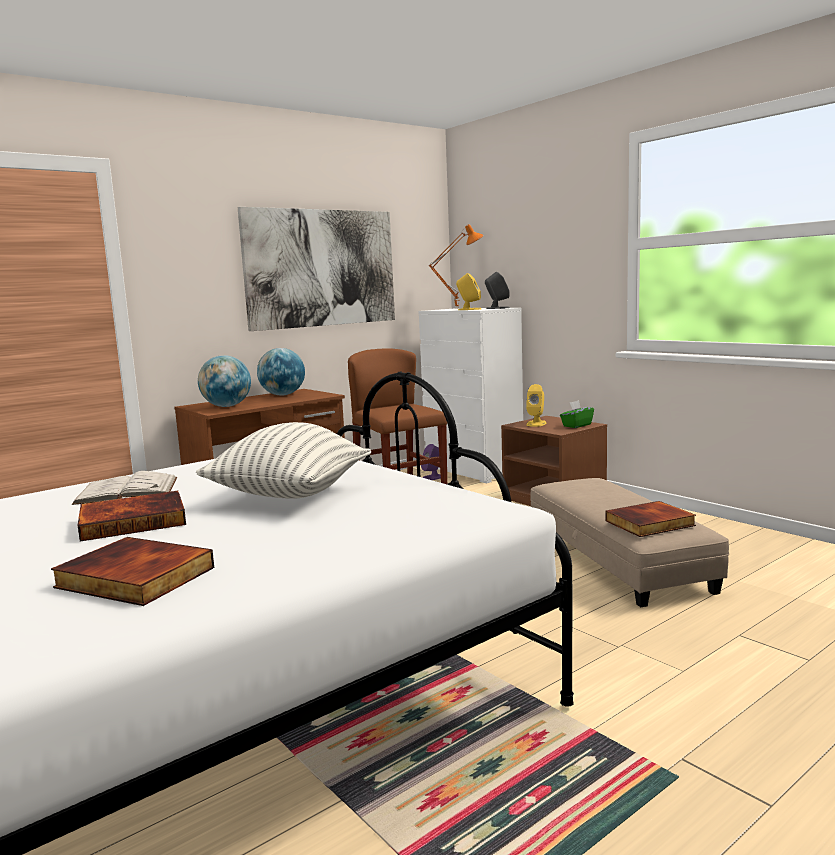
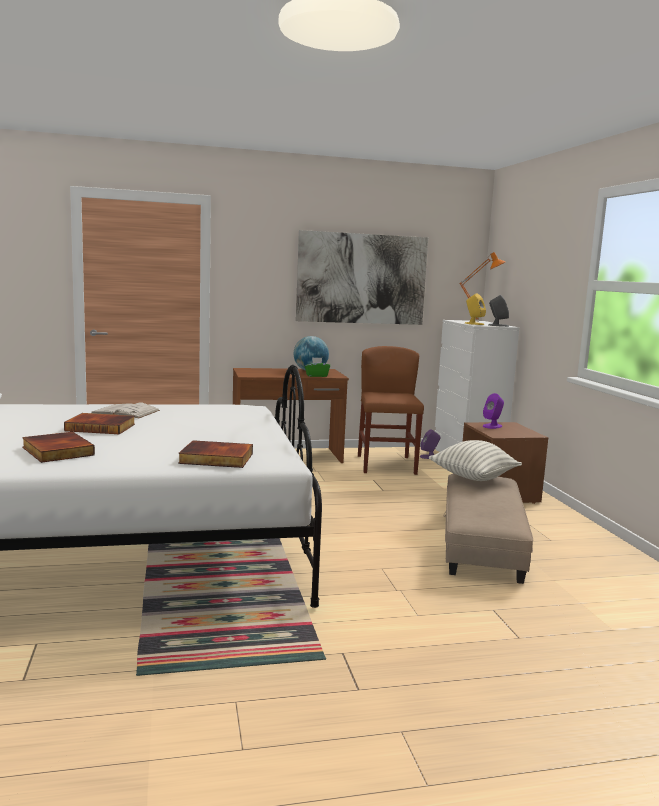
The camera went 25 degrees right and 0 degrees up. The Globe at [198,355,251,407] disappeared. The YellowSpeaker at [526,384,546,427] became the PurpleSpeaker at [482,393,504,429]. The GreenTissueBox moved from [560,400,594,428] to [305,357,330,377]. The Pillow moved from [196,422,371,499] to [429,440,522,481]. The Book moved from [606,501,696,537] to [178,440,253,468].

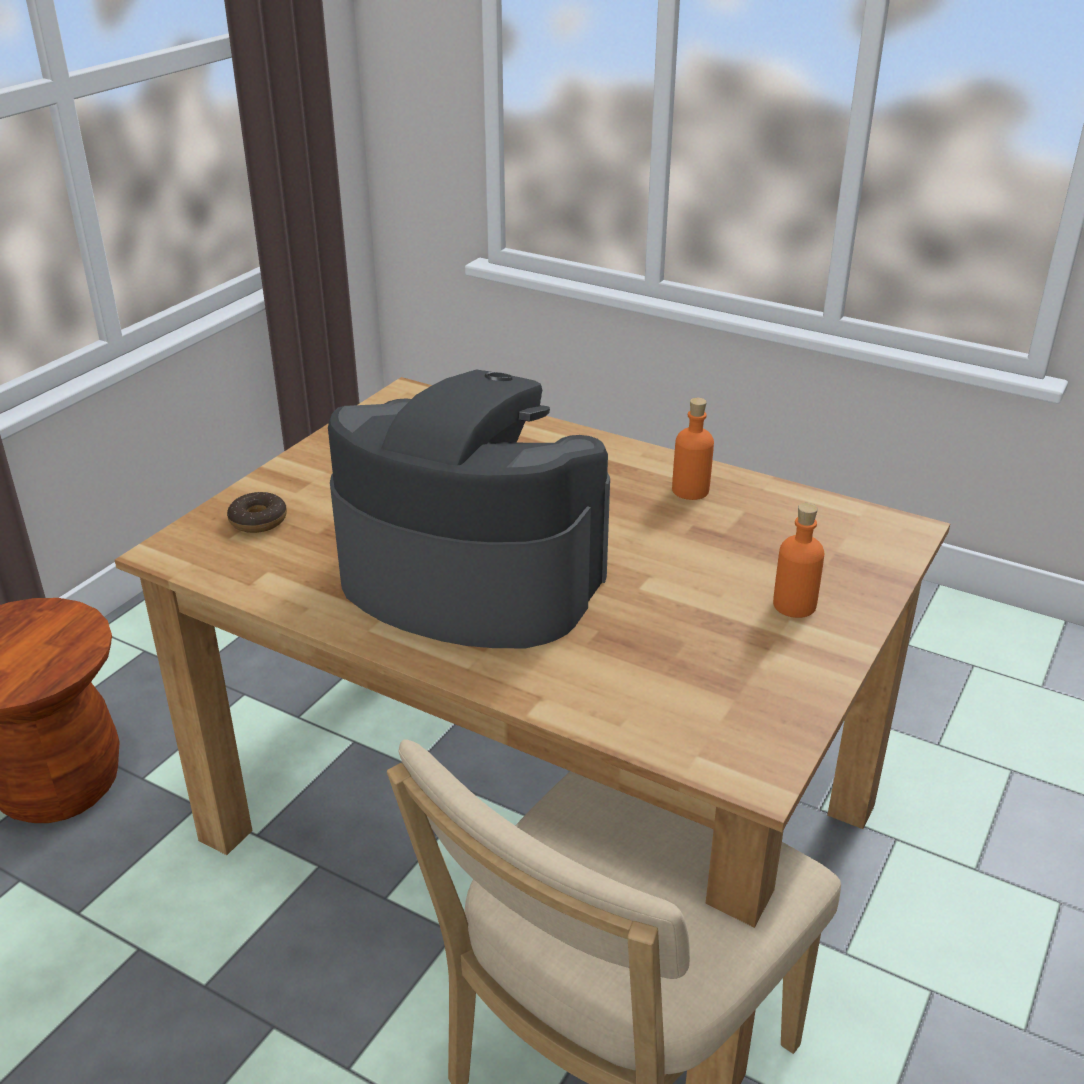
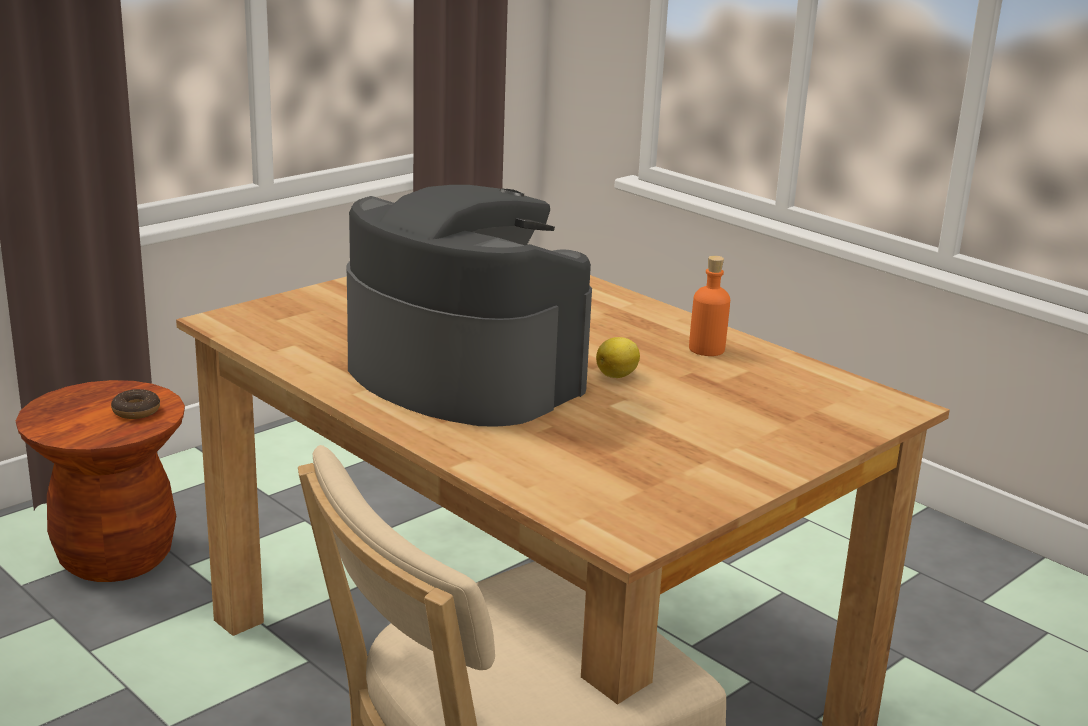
The camera went 15 degrees right and 10 degrees down. The Donut moved from [227,492,287,533] to [111,389,160,419]. The OrangeBottle at [773,503,825,618] disappeared. The Lemon at [596,337,640,378] appeared.

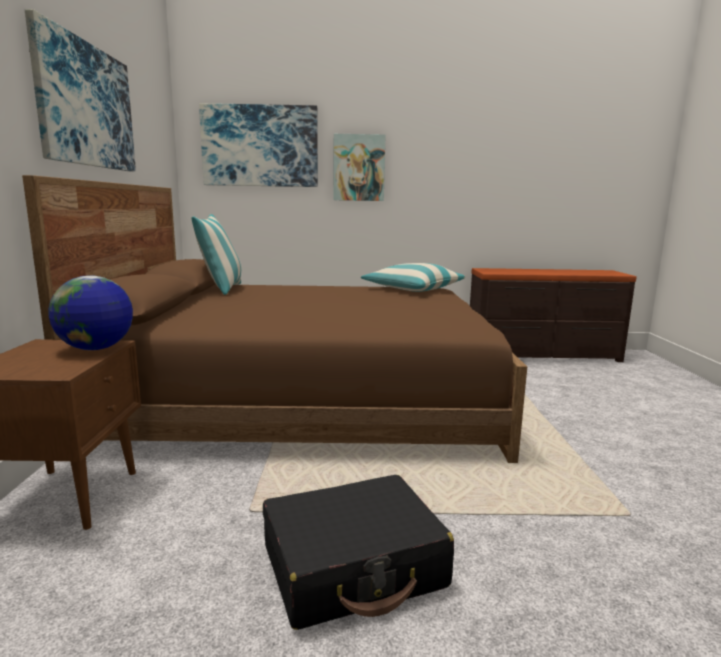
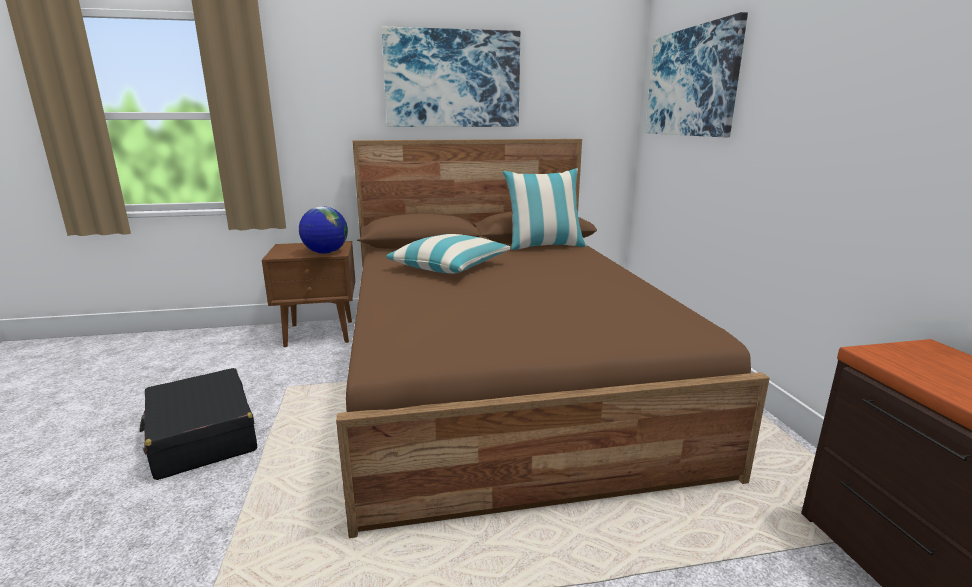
The camera went 80 degrees right and 5 degrees up. The Picture at [333,134,386,201] disappeared. The Pillow moved from [361,263,465,292] to [386,234,511,274].

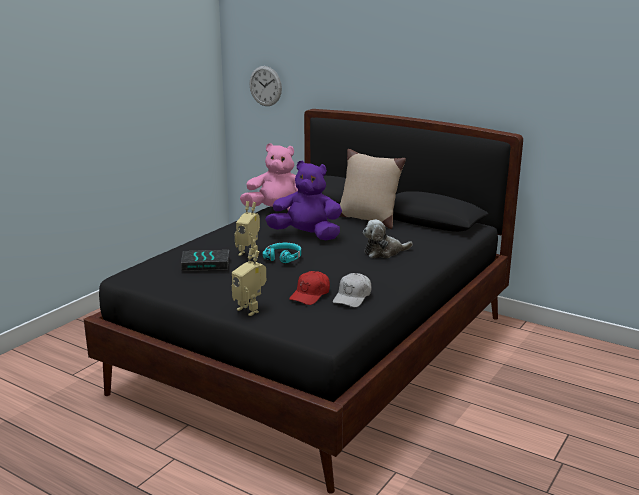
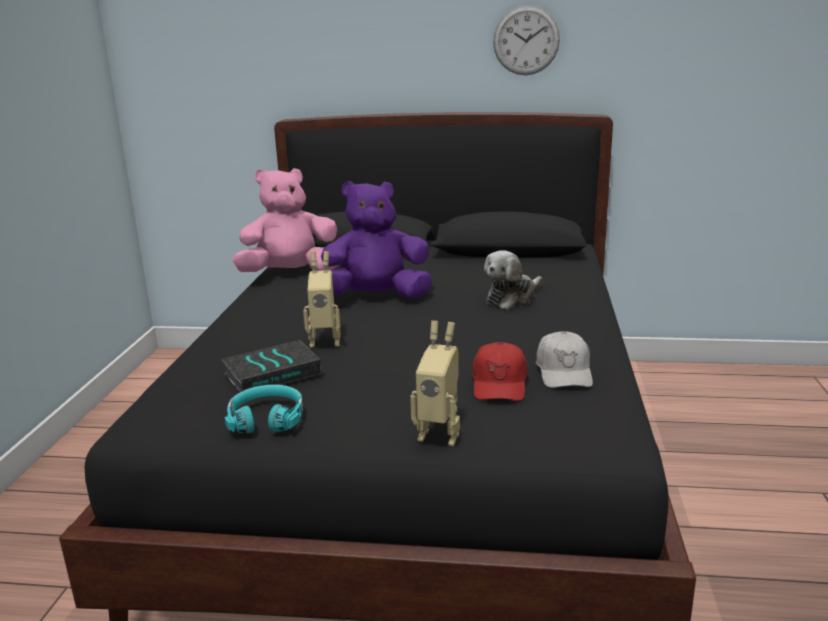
The camera went 25 degrees left and 0 degrees up. The WallClock moved from [249,66,282,106] to [493,5,560,75]. The BeigePillow at [340,149,406,229] disappeared. The TurquoiseHeadphones moved from [263,243,301,263] to [225,385,303,433].

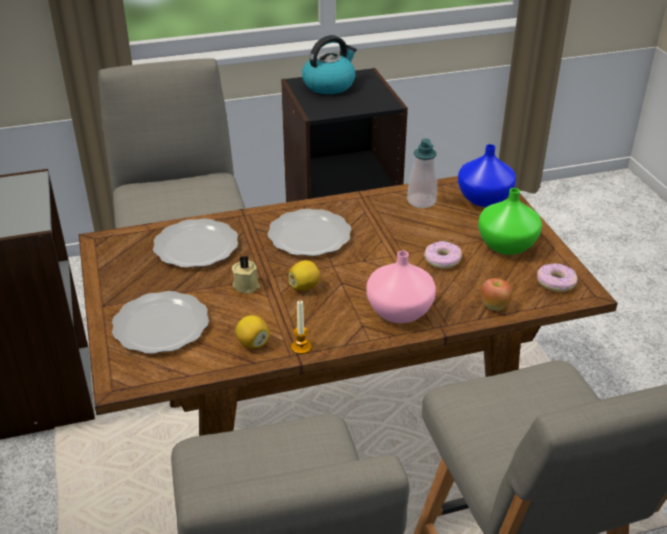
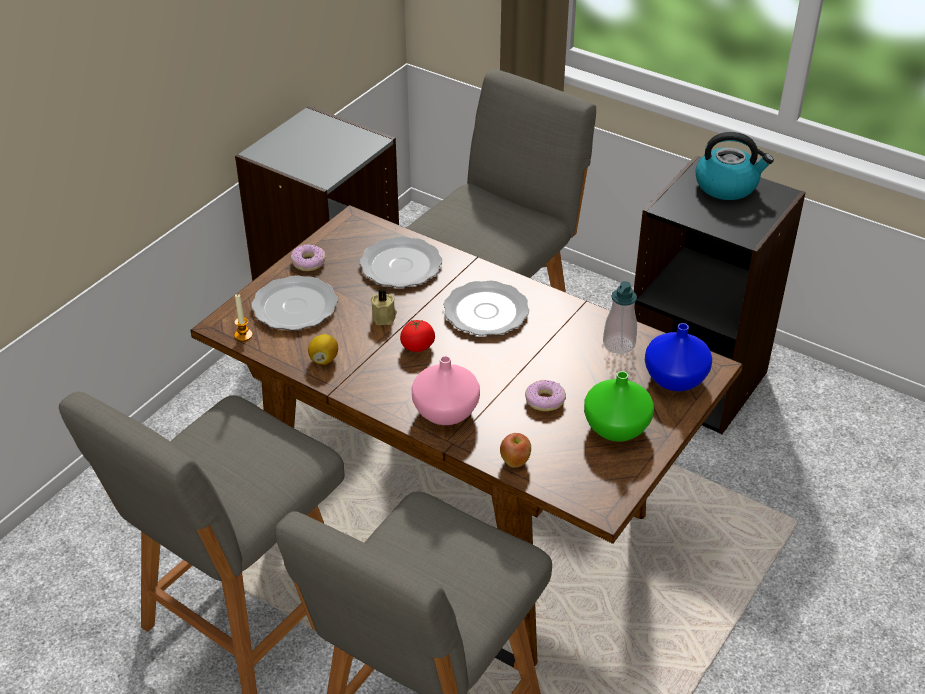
The camera went 50 degrees right and 5 degrees up. The Lemon at [288,260,320,291] was replaced by the Tomato at [400,319,435,352]. The Donut moved from [537,263,577,292] to [290,244,326,271]. The Candle moved from [291,301,312,354] to [234,294,253,341].

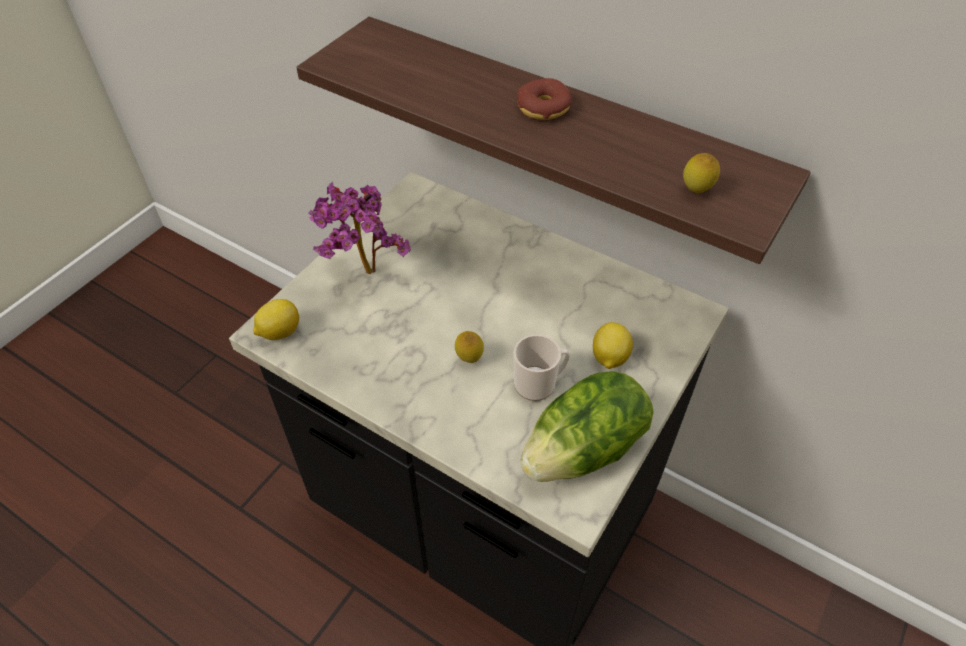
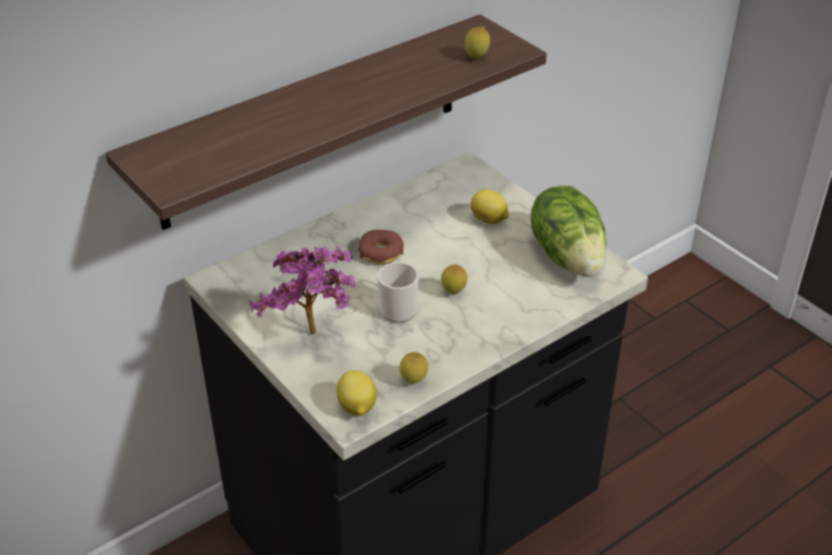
The camera went 70 degrees left and 10 degrees down. The Donut moved from [517,78,572,120] to [358,230,404,265]. The Mug moved from [513,334,570,401] to [377,261,419,323]. The Lemon at [399,352,428,383] appeared.

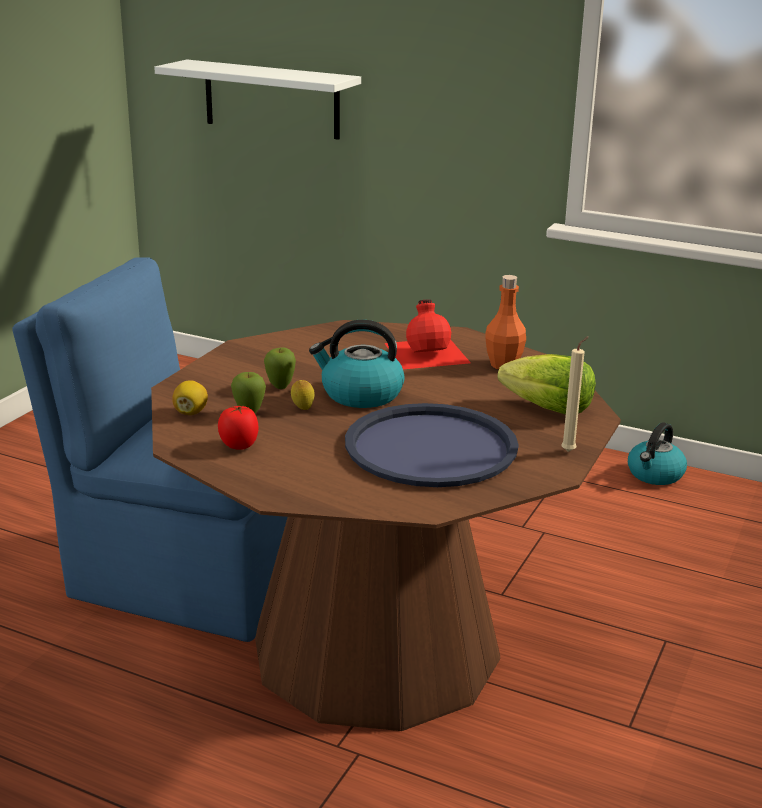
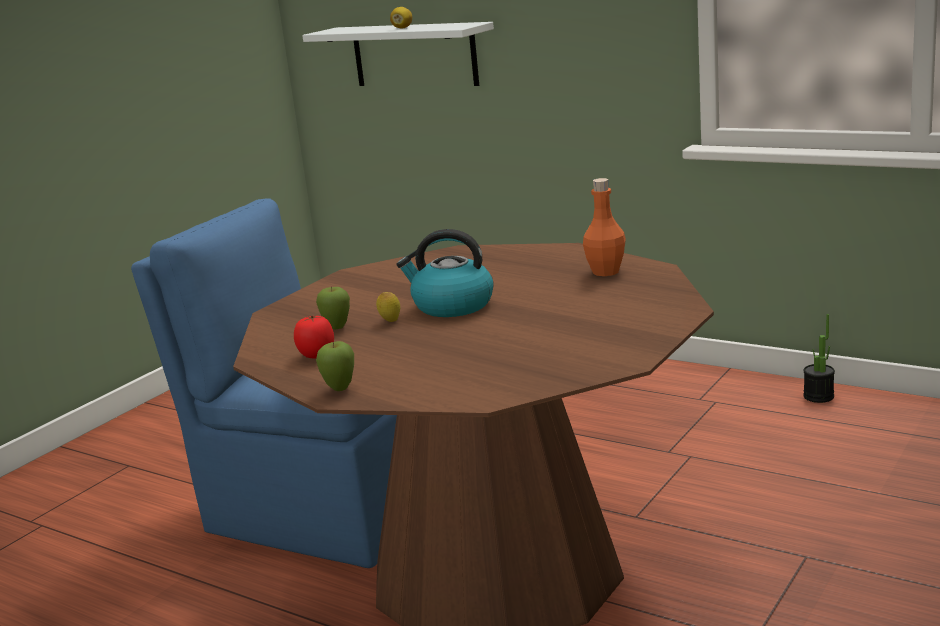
The camera went 10 degrees right and 5 degrees down. The RedBottle at [384,299,471,369] disappeared. The BeigeCandle at [561,336,589,452] disappeared. The Apple moved from [264,348,296,389] to [316,341,354,391]. The Lettuce at [498,354,596,414] disappeared. The Lemon moved from [172,380,208,415] to [390,7,412,28]. The BlueTray at [345,403,519,487] disappeared. The Kettle at [628,422,687,485] was replaced by the PottedPlant at [803,314,835,403].

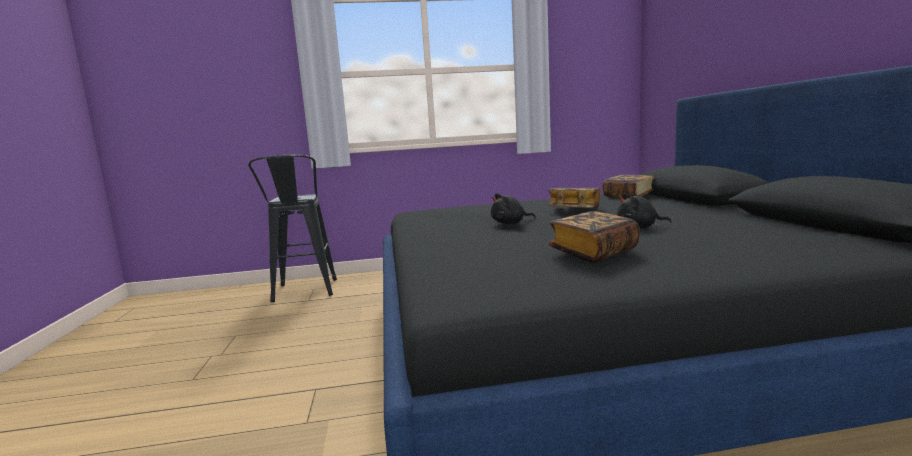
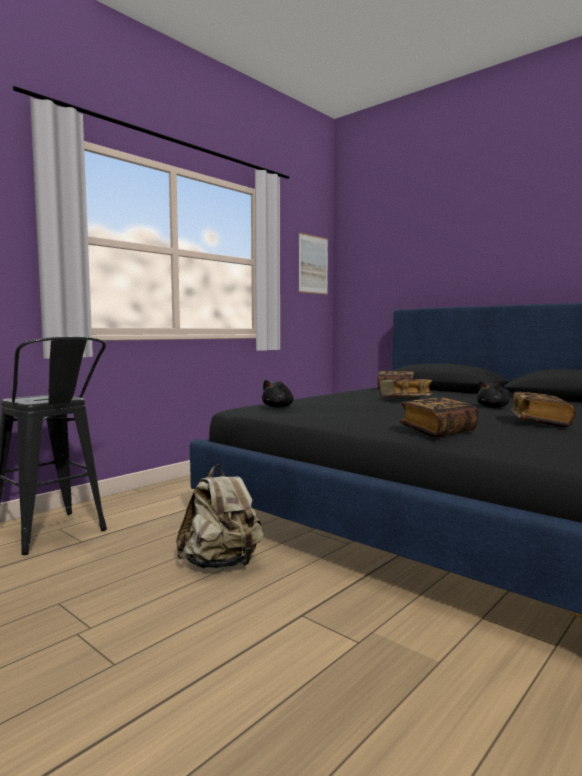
The camera went 40 degrees left and 5 degrees down. The BlackPlushToy moved from [491,193,536,224] to [262,380,294,408]. The Picture at [299,233,328,295] appeared. The Book at [400,397,479,438] appeared. The BeigeBackpack at [176,464,264,568] appeared.

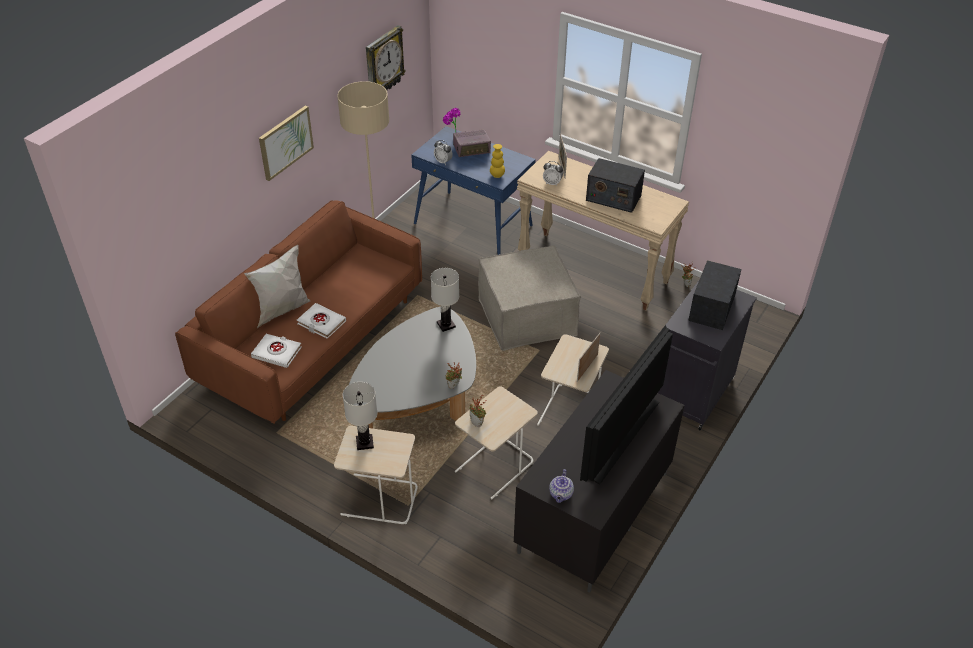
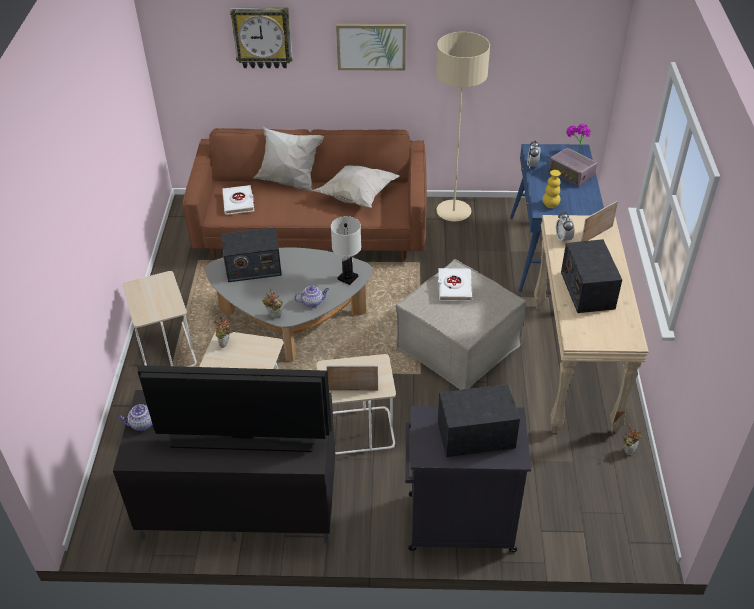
The camera went 60 degrees right and 0 degrees up. The WallClock moved from [366,25,406,90] to [230,7,293,68]. The WhiteBook moved from [297,303,346,339] to [438,268,473,301]. The WhiteTableLamp at [343,382,378,450] disappeared. The WhitePillow at [312,166,400,208] appeared. The Radio at [222,227,282,282] appeared. The Teapot at [294,286,329,308] appeared.

